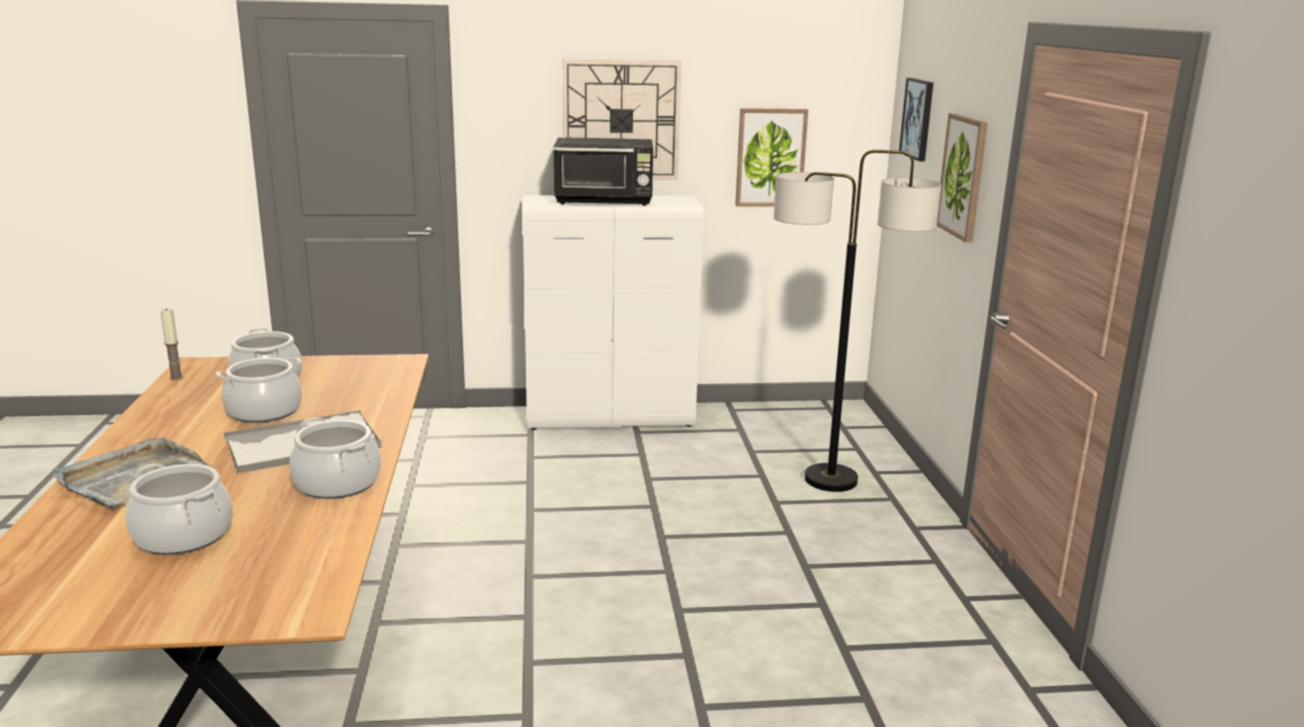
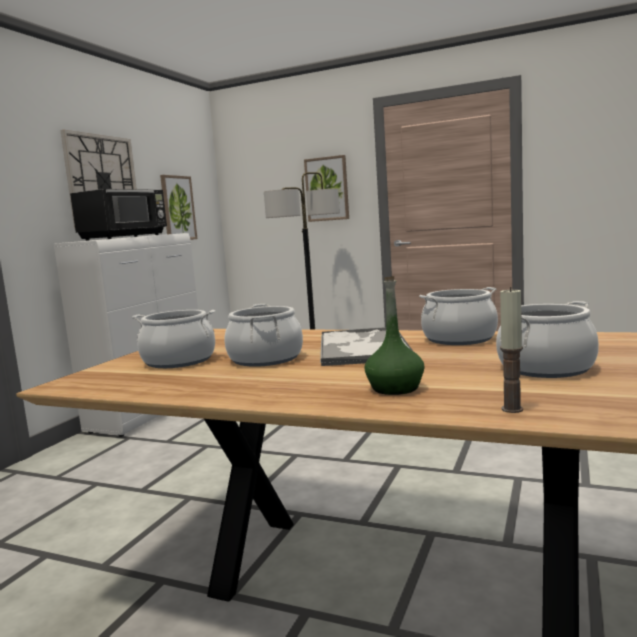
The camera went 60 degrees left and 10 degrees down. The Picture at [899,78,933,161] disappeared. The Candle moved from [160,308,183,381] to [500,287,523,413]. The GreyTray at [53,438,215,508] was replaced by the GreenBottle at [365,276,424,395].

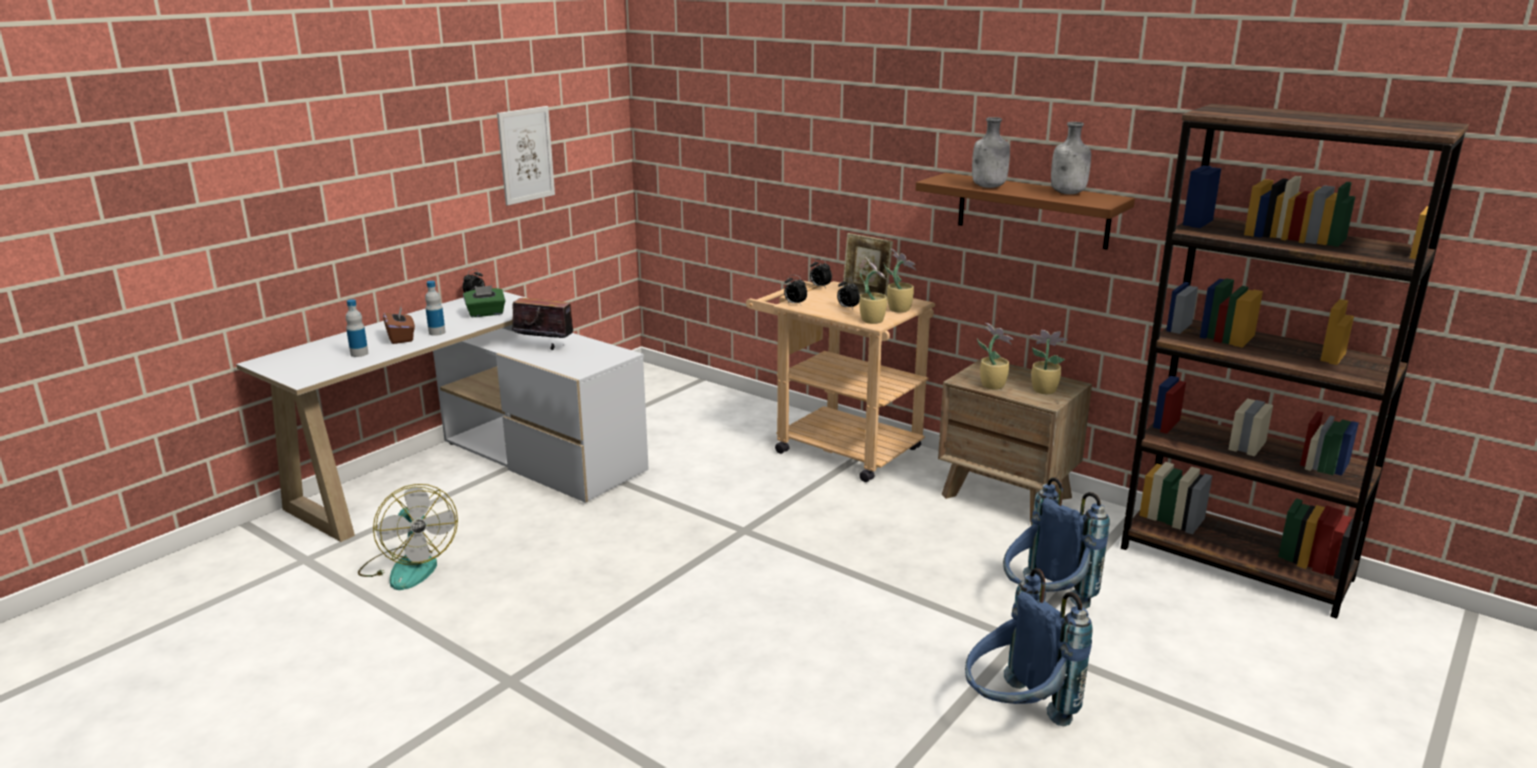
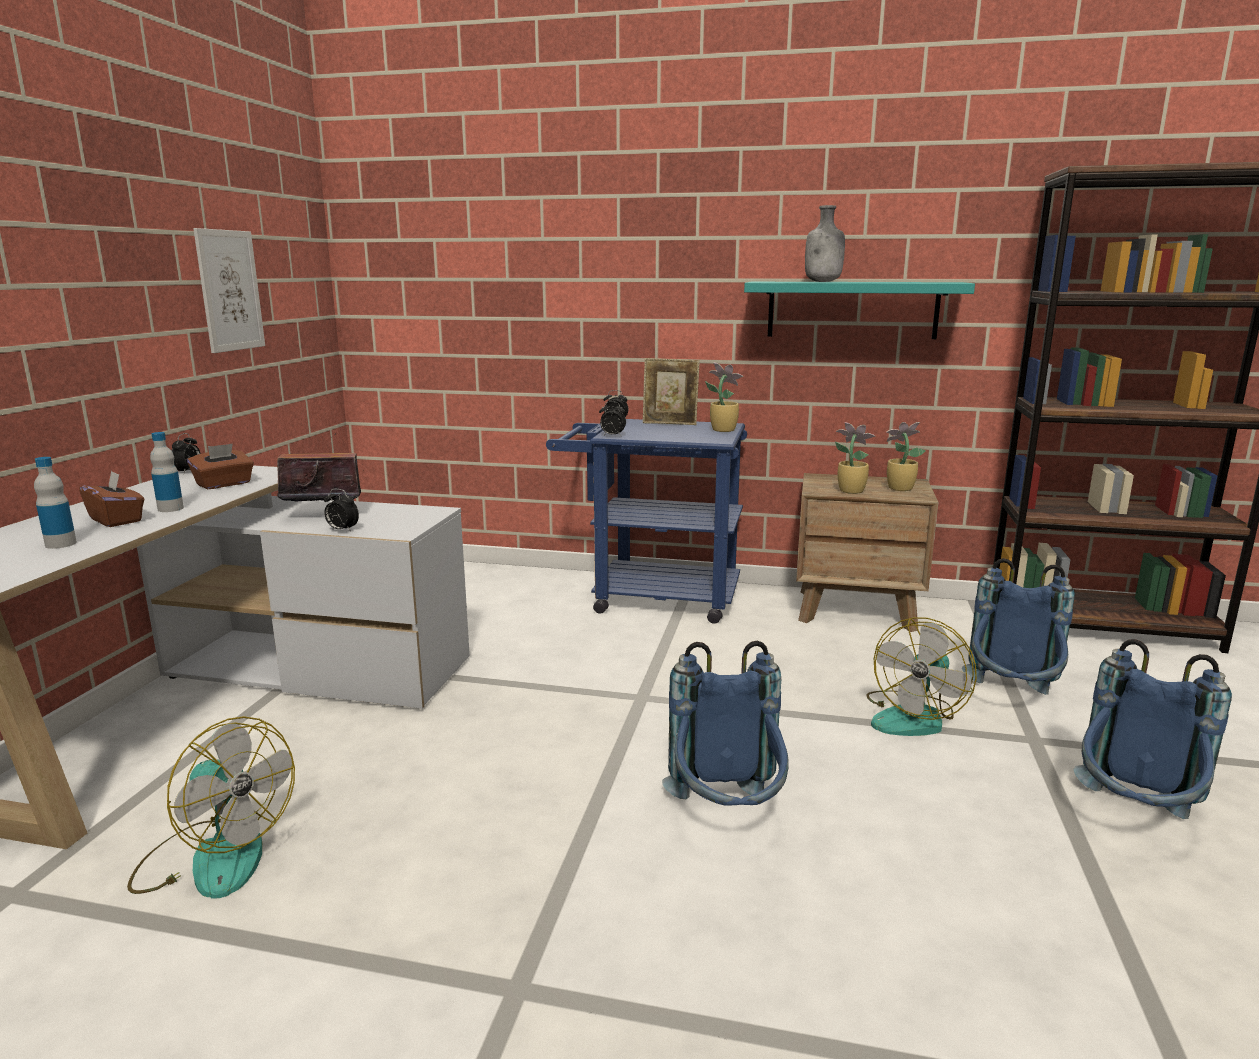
The camera went 25 degrees left and 5 degrees down. The GreyBottle at [1051,122,1091,194] disappeared. The BrownShelf at [915,173,1135,250] became the TurquoiseShelf at [744,282,975,339]. The PottedPlant at [859,257,890,324] disappeared. The AlarmClock moved from [837,278,860,309] to [324,488,359,532]. The BeigeCart at [746,281,935,482] became the BlueCart at [546,419,747,624]. The GreenTissueBox at [463,285,505,317] became the BrownTissueBox at [187,443,254,489]. The Fan at [866,617,977,736] appeared. The BlueBackpack at [662,641,789,806] appeared.

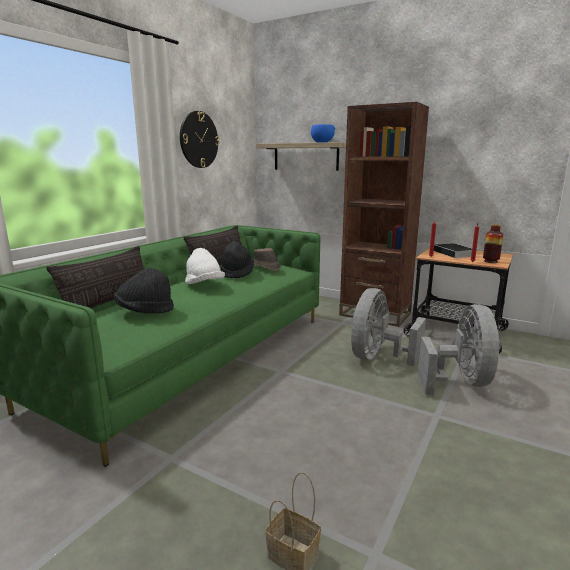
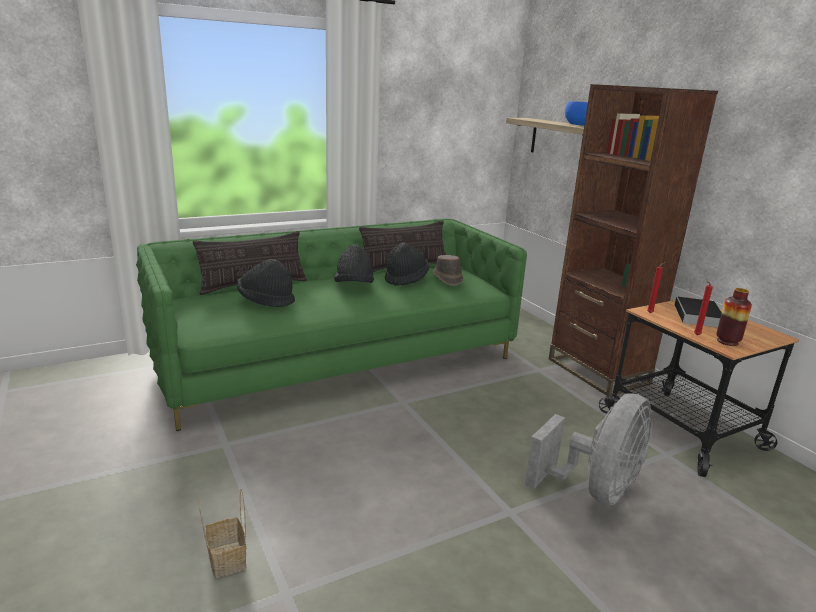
The camera went 30 degrees right and 5 degrees up. The WallClock at [180,111,219,168] disappeared. The WhiteHat at [185,248,225,284] became the BlackHat at [334,244,374,283]. The GreyFan at [351,288,426,367] disappeared.

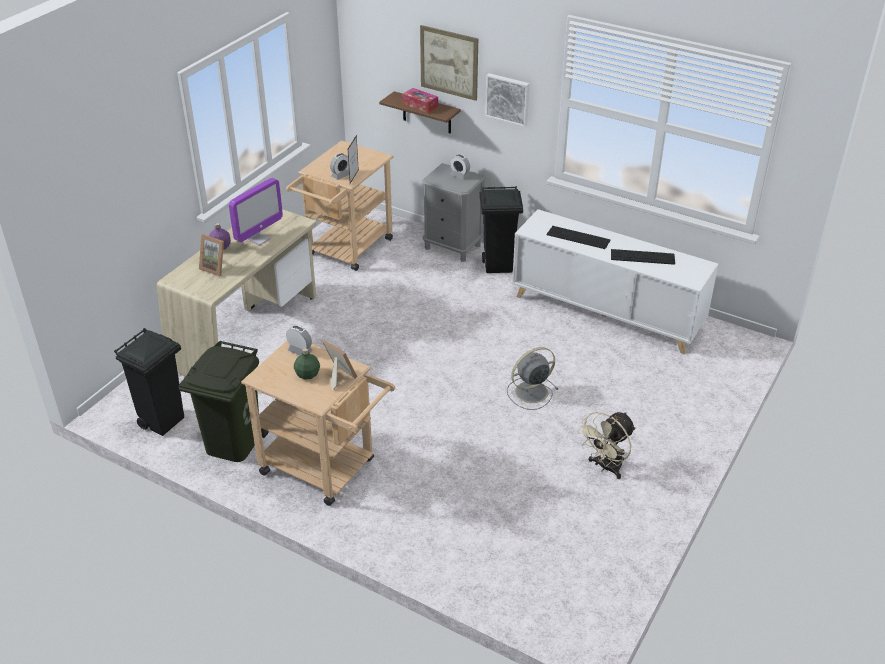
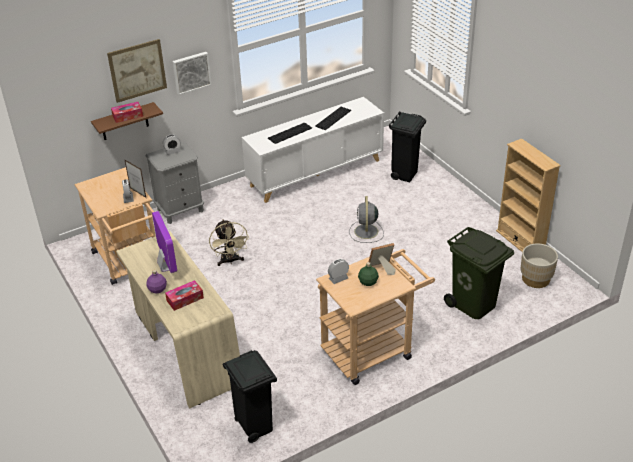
The camera went 60 degrees left and 0 degrees up. The BlackTrashCan moved from [479,186,523,273] to [389,111,426,183]. The PictureFrame at [199,234,224,276] was replaced by the TissueBox at [165,280,204,311]. The GreenTrashCan moved from [179,341,269,462] to [444,227,514,319]. The BeigeFan moved from [577,412,636,479] to [209,219,249,266]. The BeigeBookcase at [496,138,561,252] appeared. The BeigePlanter at [521,243,558,288] appeared.

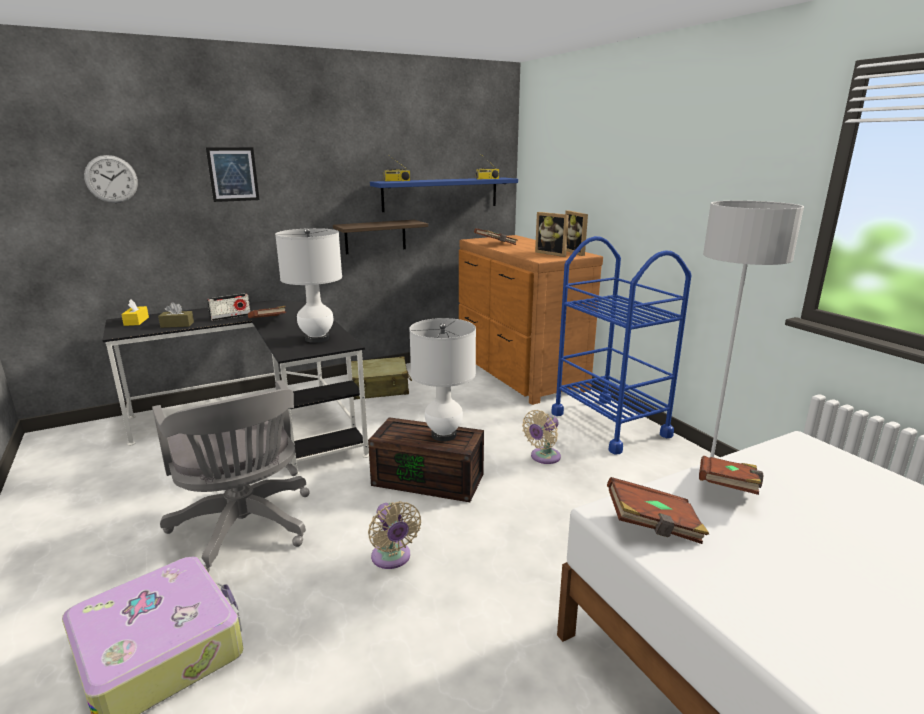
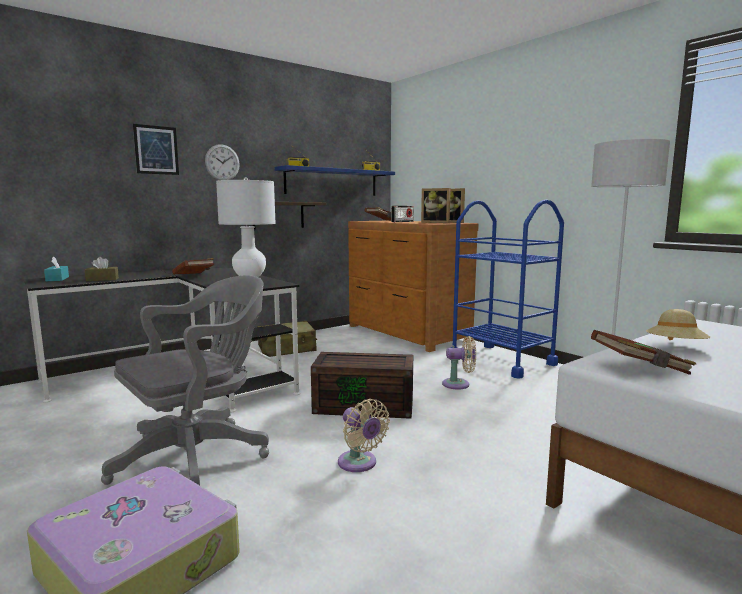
The camera went 10 degrees left and 10 degrees down. The WallClock moved from [84,155,138,203] to [205,144,240,180]. The Radio moved from [207,293,250,321] to [391,206,414,222]. The YellowTissueBox at [121,299,149,326] became the TurquoiseTissueBox at [44,256,69,281]. The WhiteTableLamp at [409,318,476,442] disappeared. The GreyOfficeChair at [152,380,309,573] turned 90 degrees counterclockwise. The BeigeFan at [522,410,561,464] turned 120 degrees counterclockwise. The BrownBook at [699,456,764,495] was replaced by the BeigeHat at [646,309,710,340].

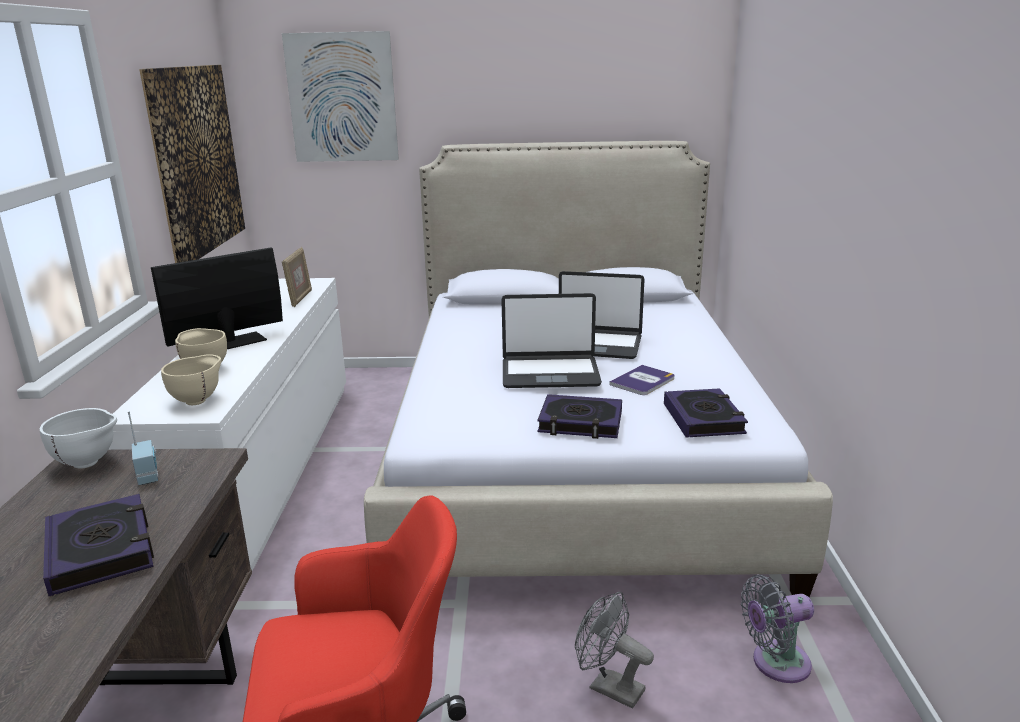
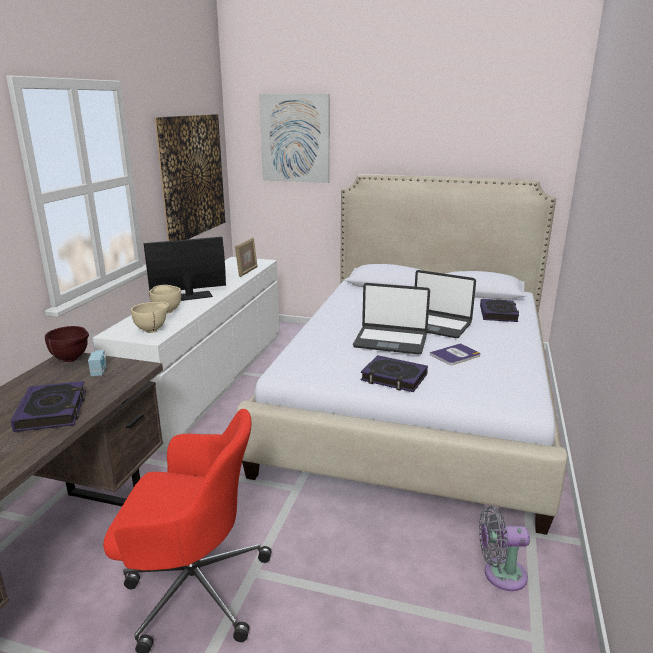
The camera went 15 degrees right and 0 degrees up. The Book moved from [664,388,748,438] to [480,299,519,322]. The WhiteBowl at [40,408,117,469] became the BrownBowl at [45,326,89,362]. The GreyFan at [575,592,654,709] disappeared.

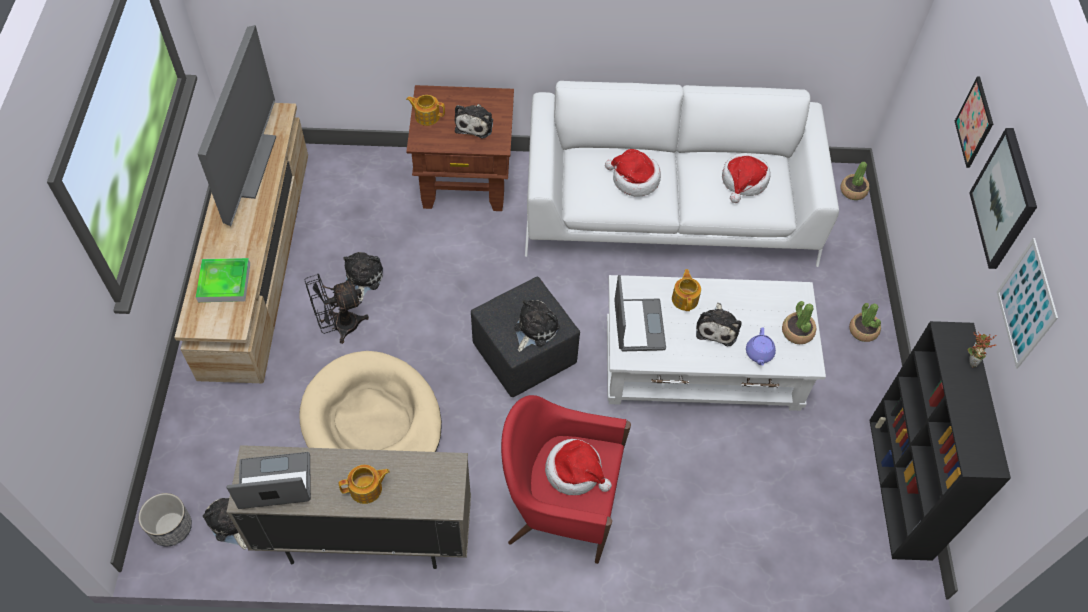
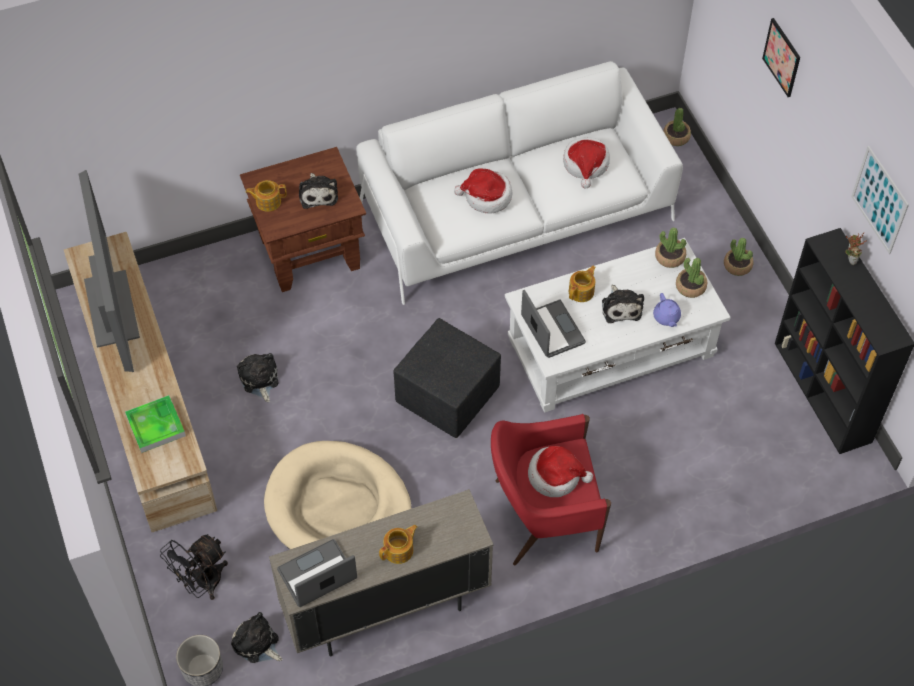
The camera went 20 degrees left and 0 degrees up. The Picture at [969,128,1037,269] disappeared. The Teapot at [672,269,701,311] turned 60 degrees clockwise. The BlackFan moved from [305,274,369,344] to [160,534,228,600]. The PlushToy at [515,300,560,352] disappeared. The PottedPlant at [655,228,686,268] appeared.

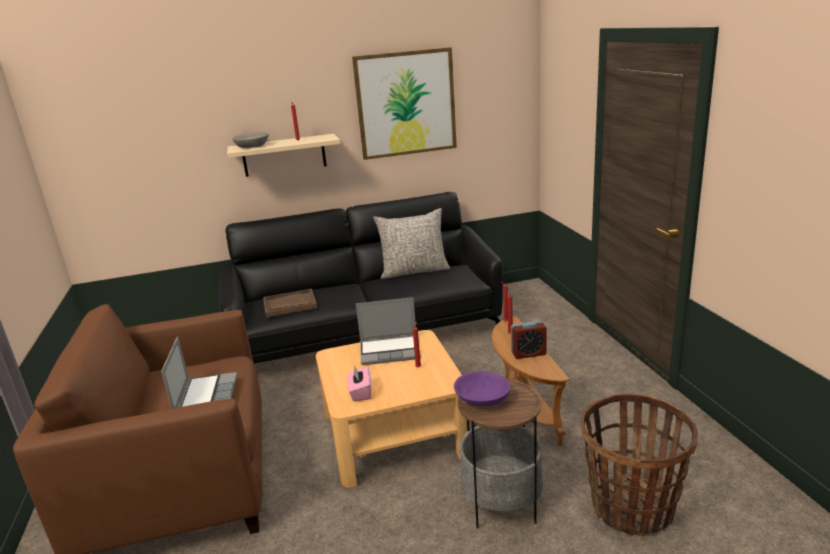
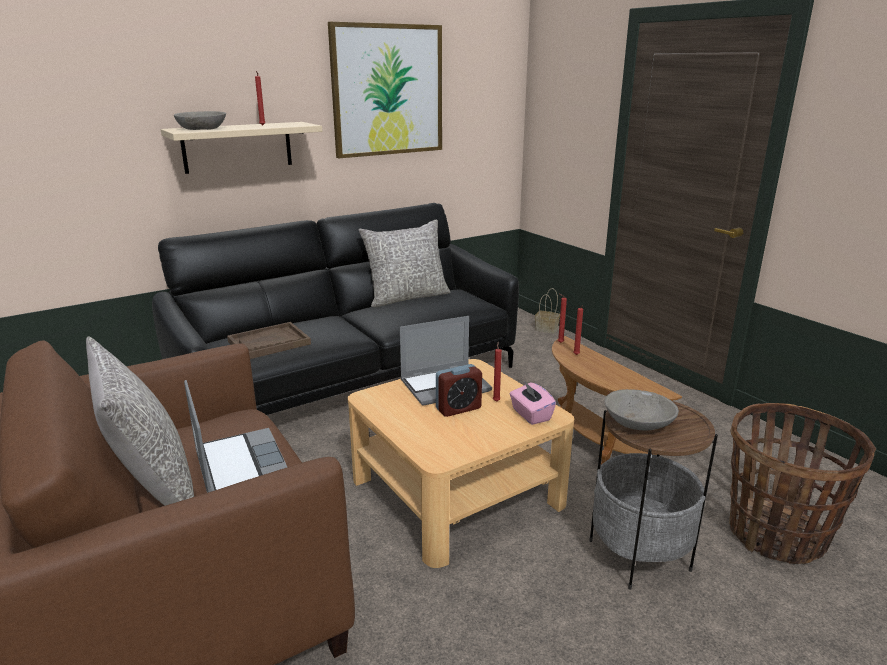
The camera went 20 degrees left and 0 degrees up. The AlarmClock moved from [511,321,547,359] to [436,364,482,417]. The PinkTissueBox moved from [347,365,371,401] to [509,382,556,425]. The PurpleBowl at [454,371,510,406] became the GreyBowl at [605,389,679,430]. The Basket at [535,288,560,334] appeared. The GreyPillow at [86,337,194,506] appeared.

